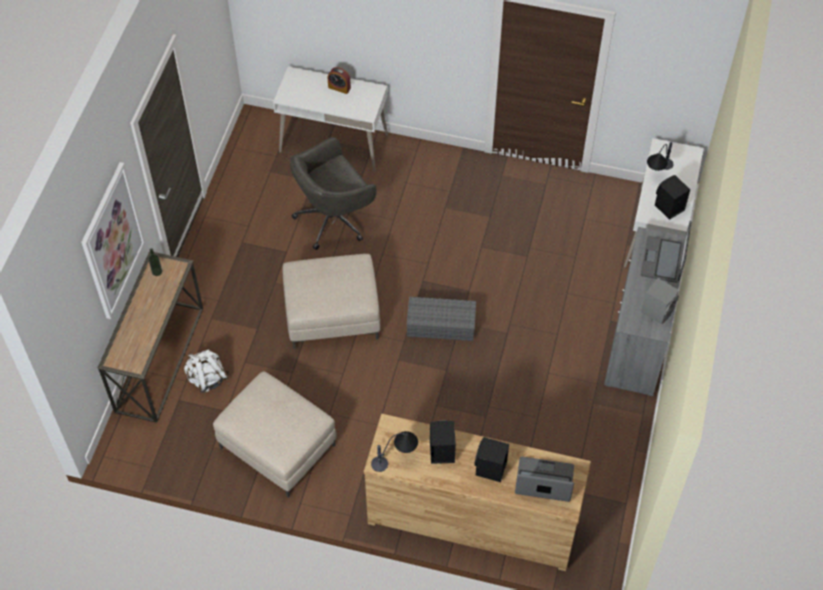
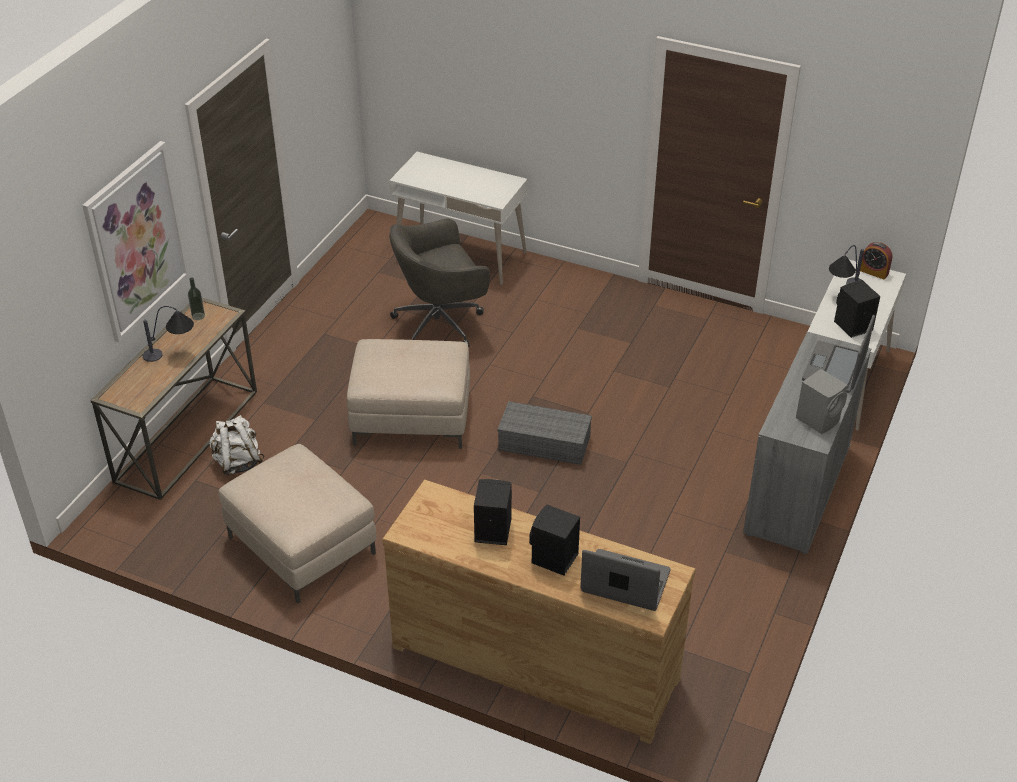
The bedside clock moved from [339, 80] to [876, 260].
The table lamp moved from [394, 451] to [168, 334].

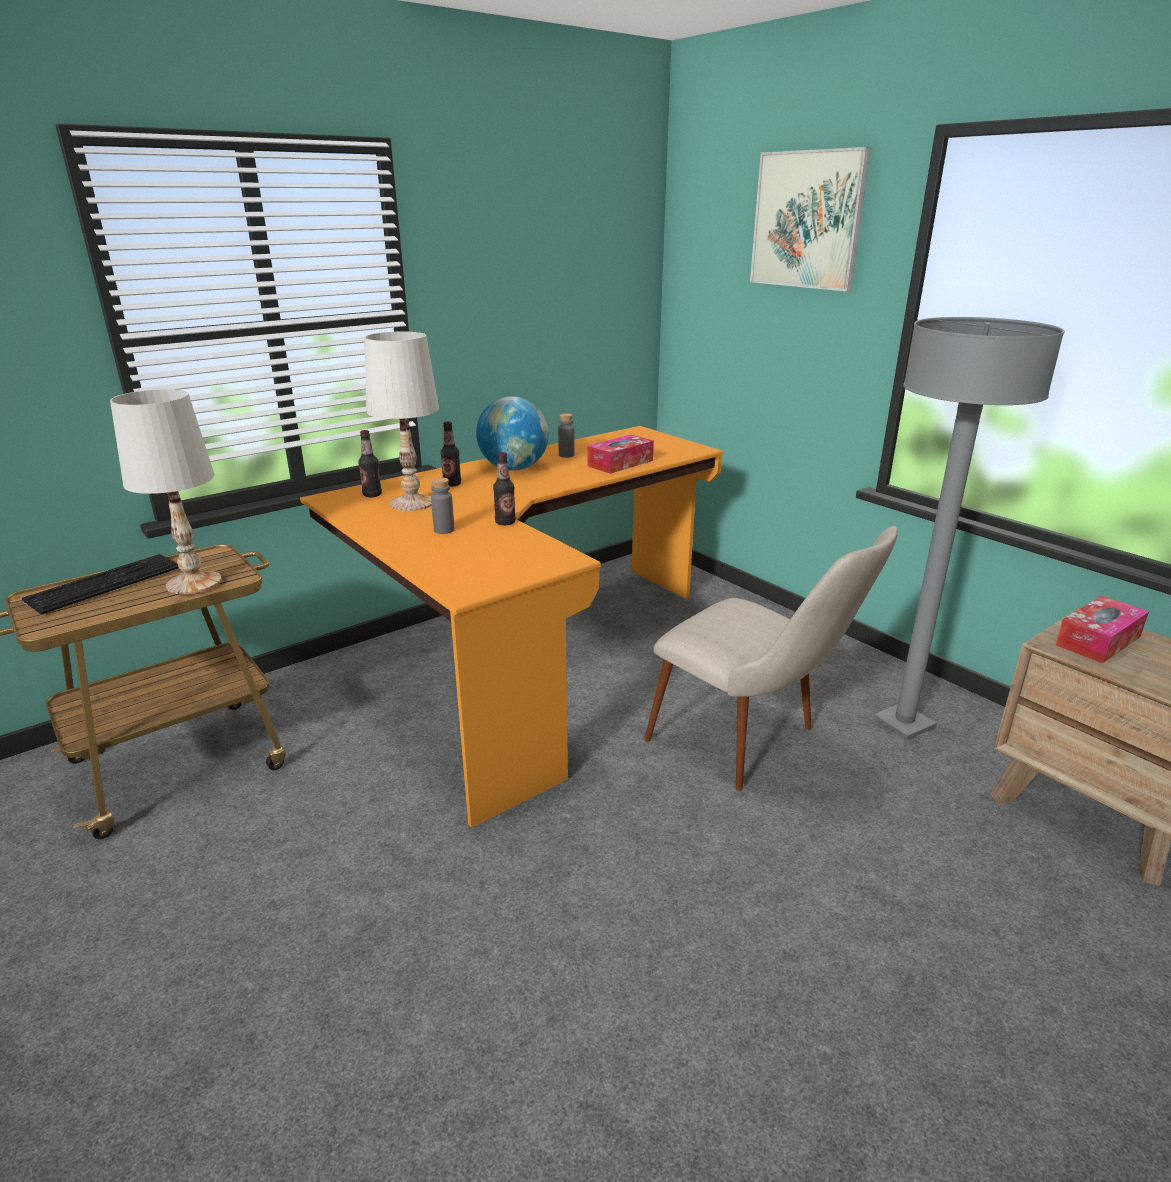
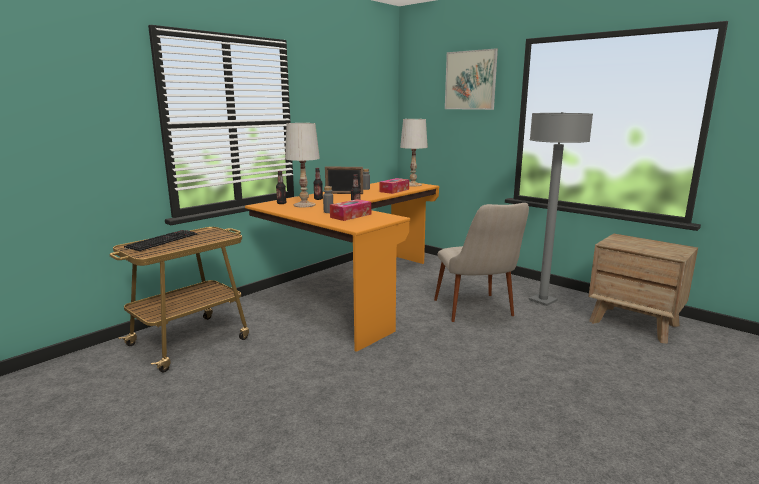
The table lamp (white-coloured) moved from [166, 491] to [414, 153].
The tissue holder moved from [1102, 629] to [350, 210].
The globe at [512, 433] was replaced by the photo frame at [344, 180].
The plain chair (beige) at [771, 658] turned 45 degrees clockwise.

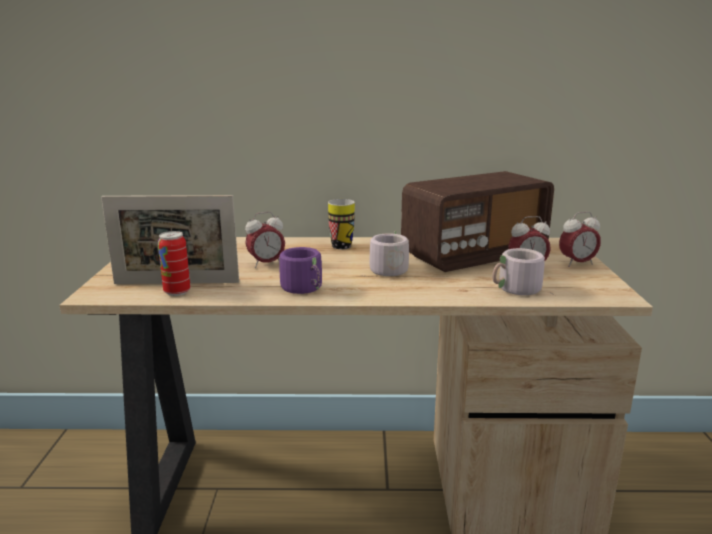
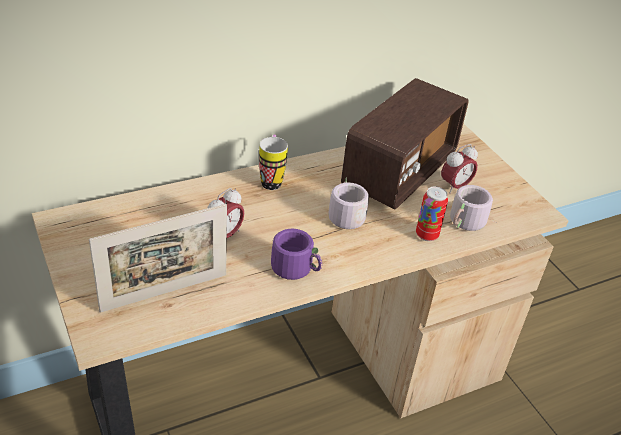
The bedside clock at [580, 239] disappeared.
The sealed can moved from [174, 263] to [432, 213].

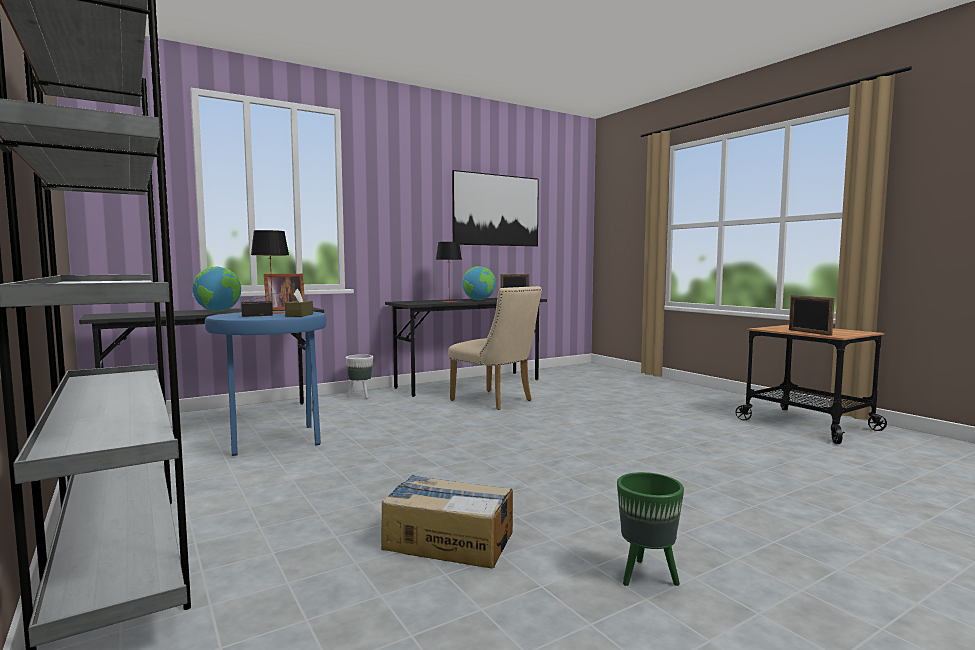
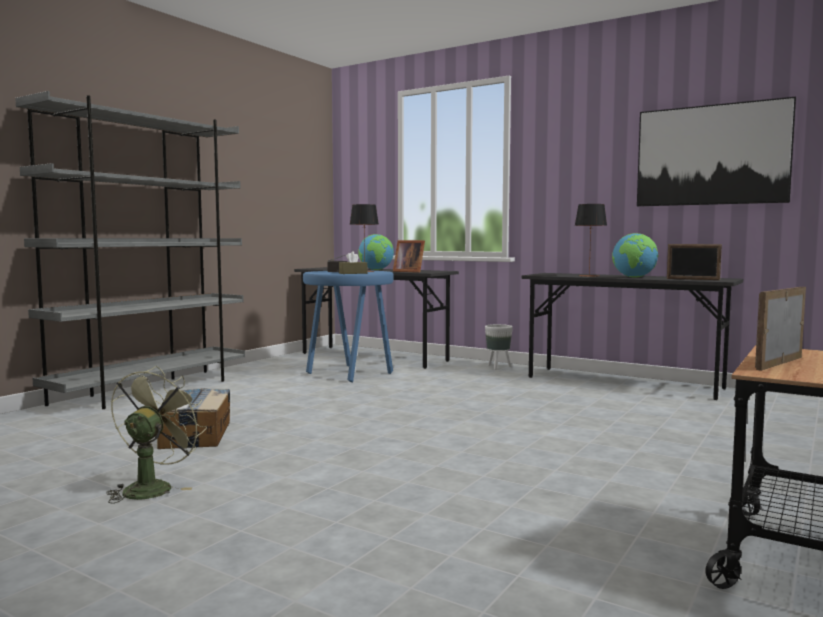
The plain chair (beige) at [495, 348] disappeared.
The flower pot (greenish) at [650, 529] was replaced by the cooling fan (greenish) at [156, 435].

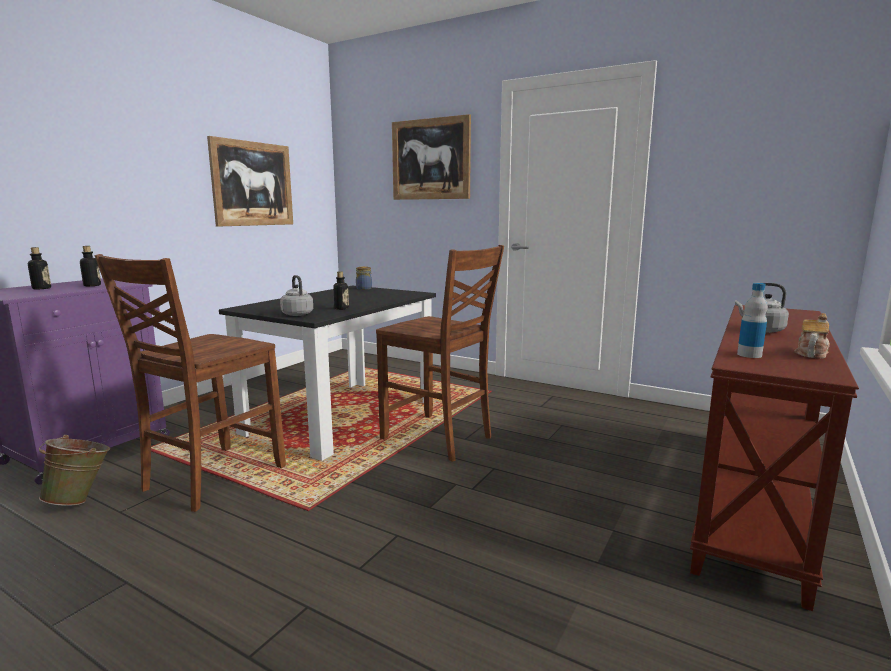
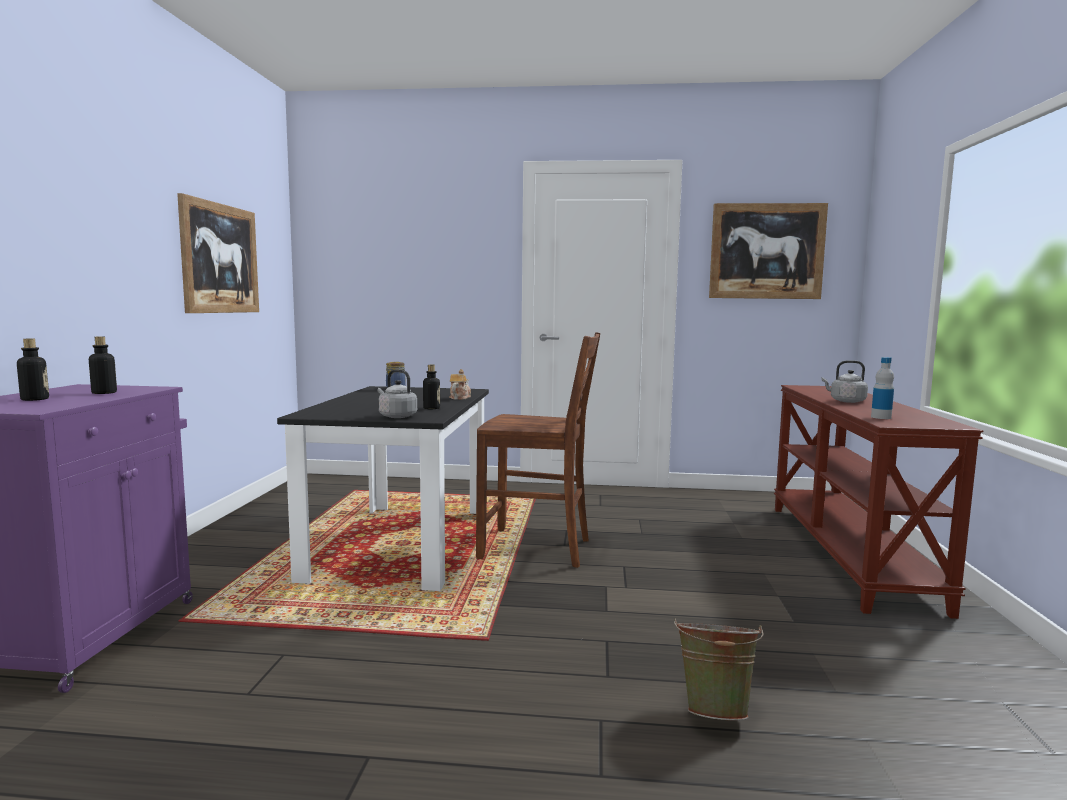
The plain chair (brown-coloured) at [190, 383] disappeared.
The bucket (greenish) moved from [74, 470] to [719, 670].
The wall picture moved from [431, 157] to [768, 251].
The tea pot moved from [812, 336] to [460, 384].

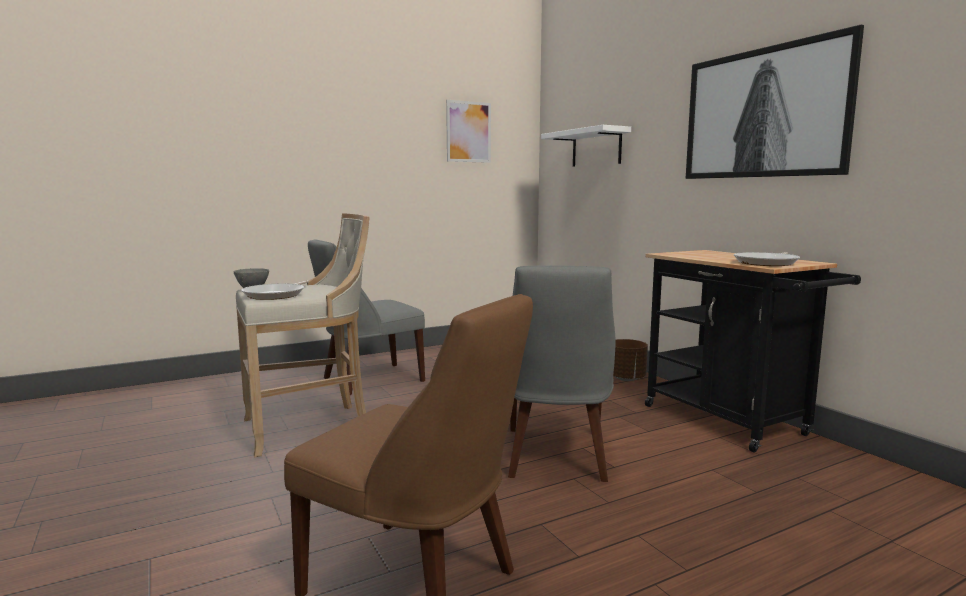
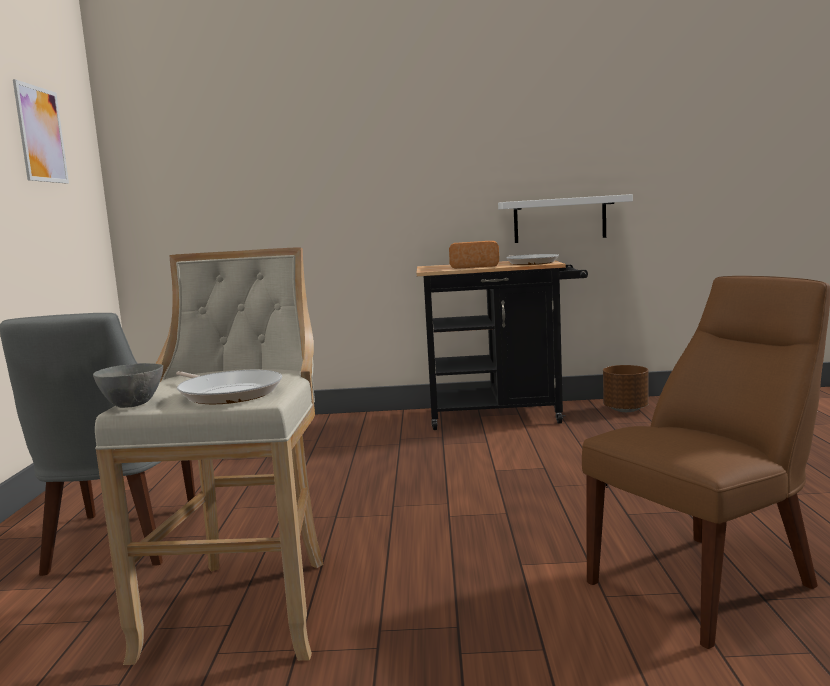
The plain chair (gray) at [562, 374] disappeared.
The wall picture at [775, 101] disappeared.
The bakery bread at [474, 255] appeared.
The bracket shelf (white-coloured) moved from [586, 146] to [565, 218].
The flower pot (brown-coloured) moved from [630, 360] to [626, 388].

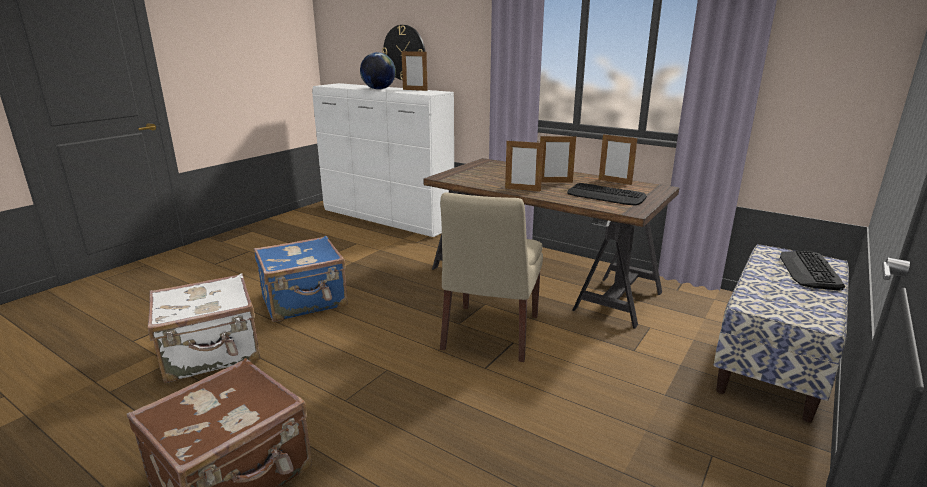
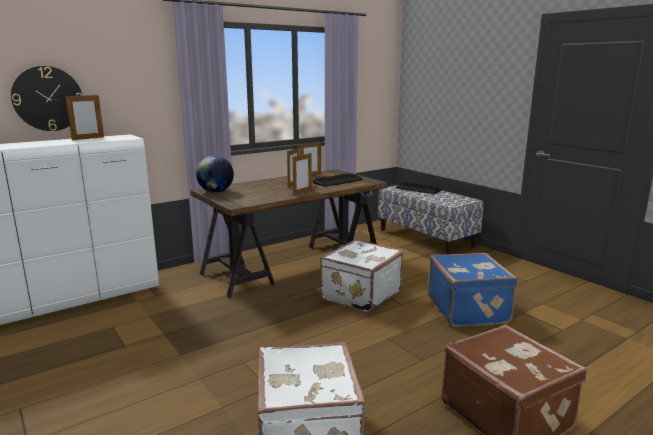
The piece of luggage (blue) moved from [301, 279] to [473, 290].
The globe moved from [378, 71] to [215, 174].
The plain chair (beige) at [491, 277] was replaced by the piece of luggage (white-coloured) at [361, 276].

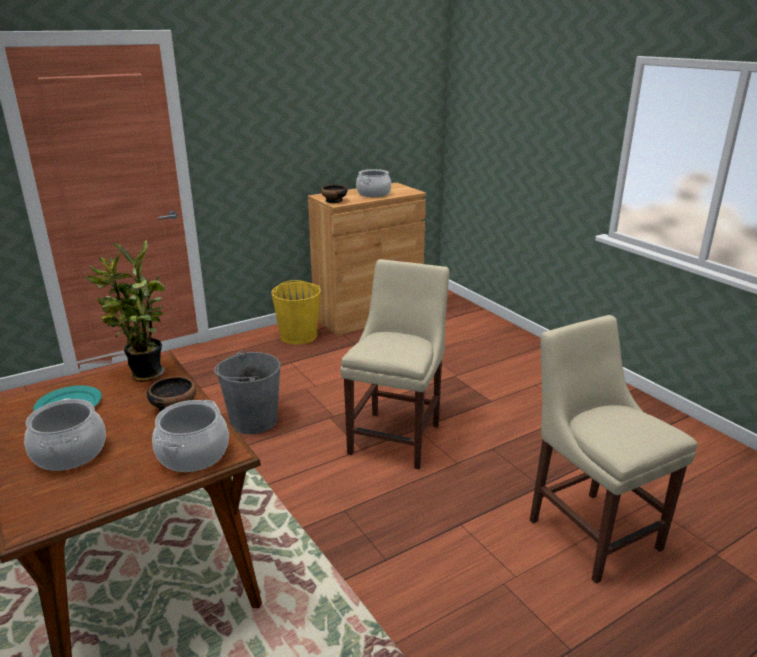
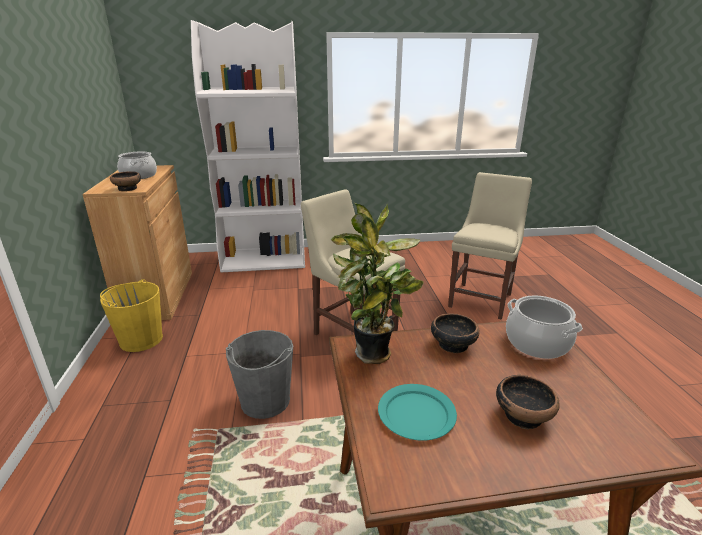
The bookcase (white-coloured) at [248, 146] appeared.
The stockpot at [65, 434] was replaced by the bowl at [528, 402].
The plain chair (beige) at [613, 449] turned 120 degrees clockwise.

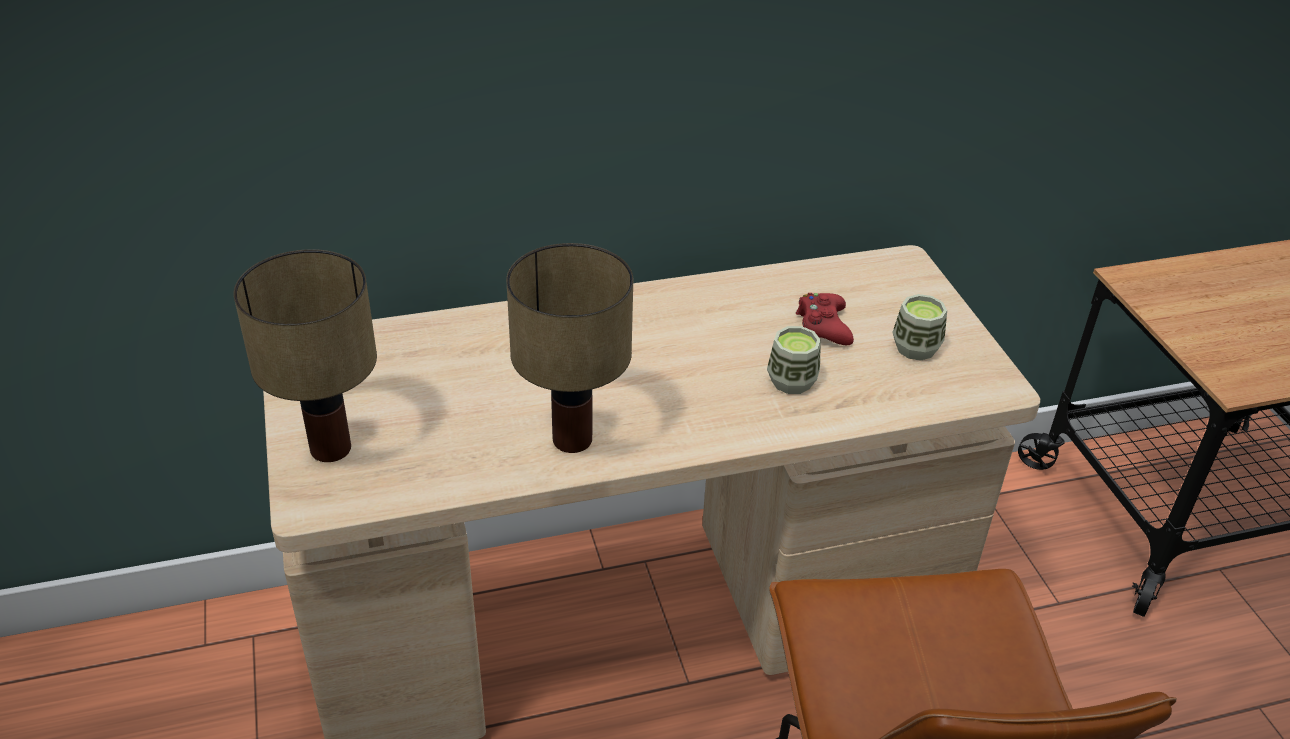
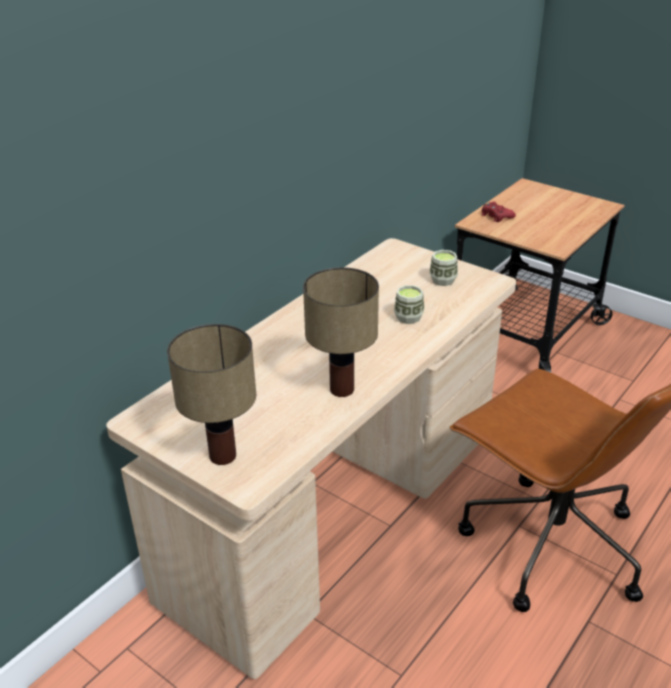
The gamepad (red-coloured) moved from [825, 319] to [499, 212].

